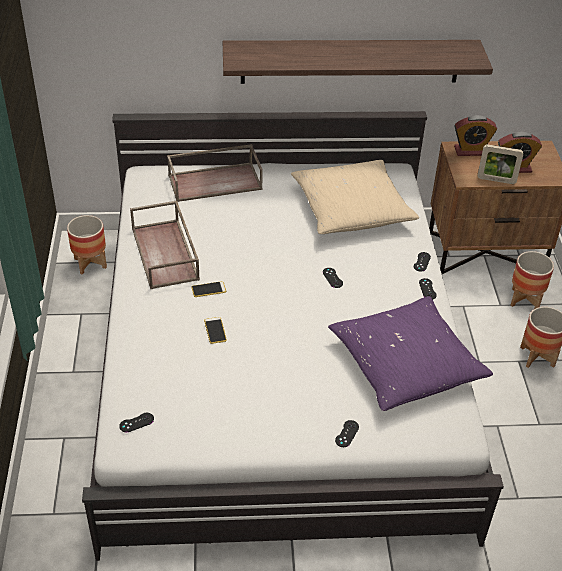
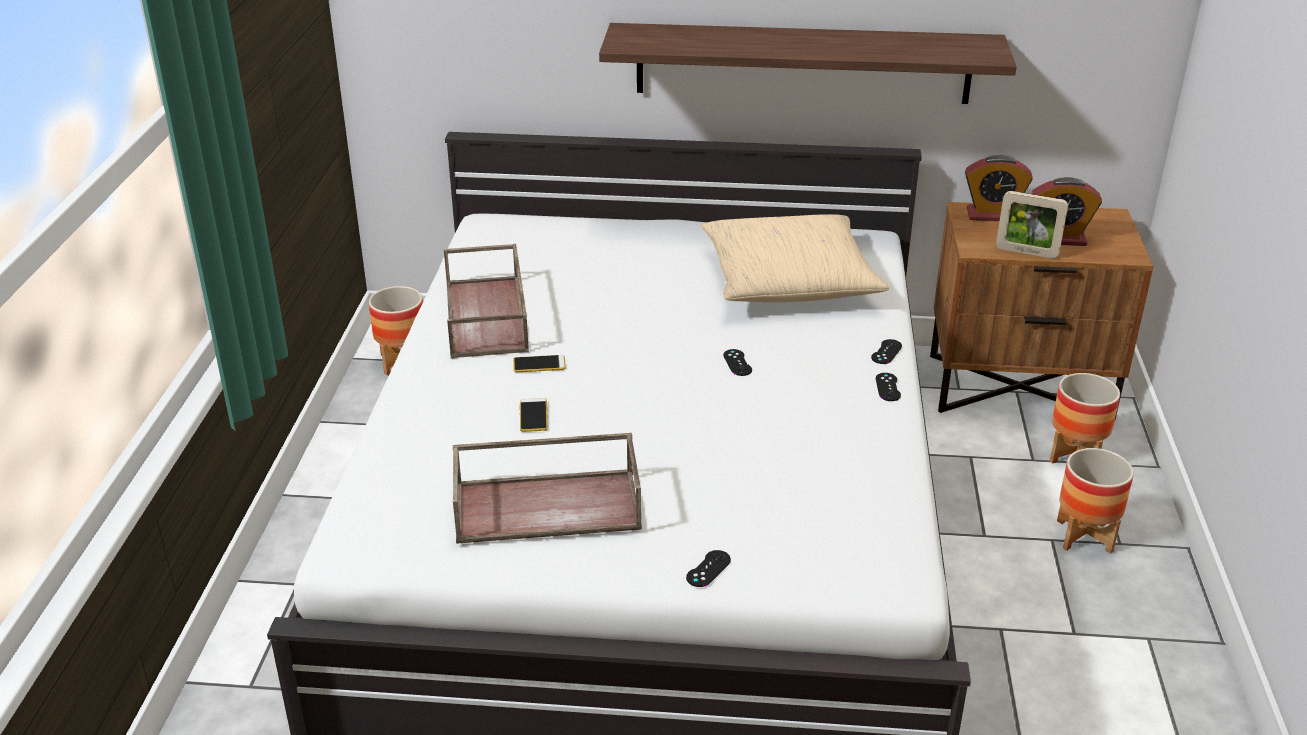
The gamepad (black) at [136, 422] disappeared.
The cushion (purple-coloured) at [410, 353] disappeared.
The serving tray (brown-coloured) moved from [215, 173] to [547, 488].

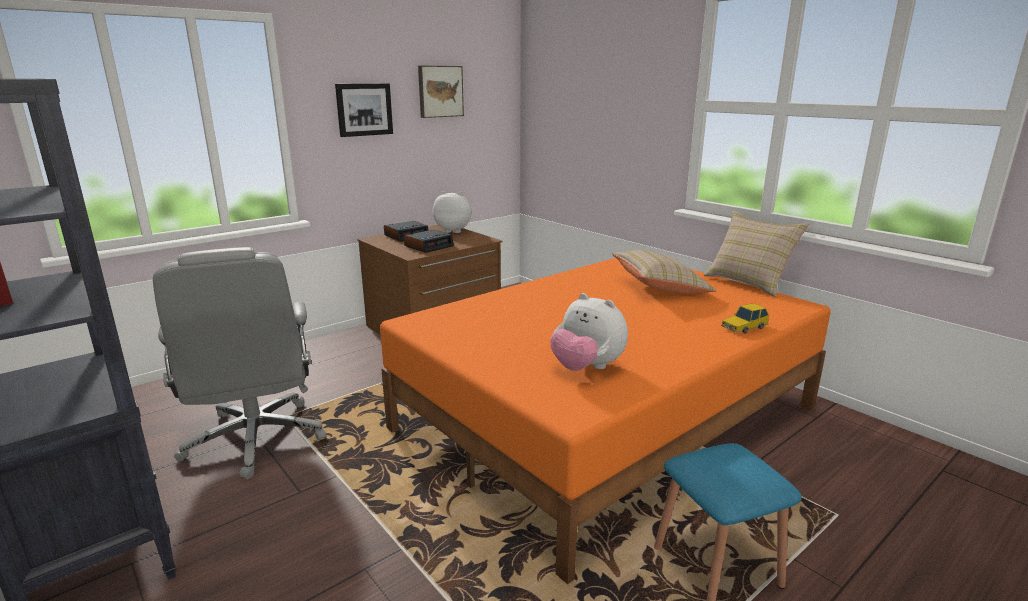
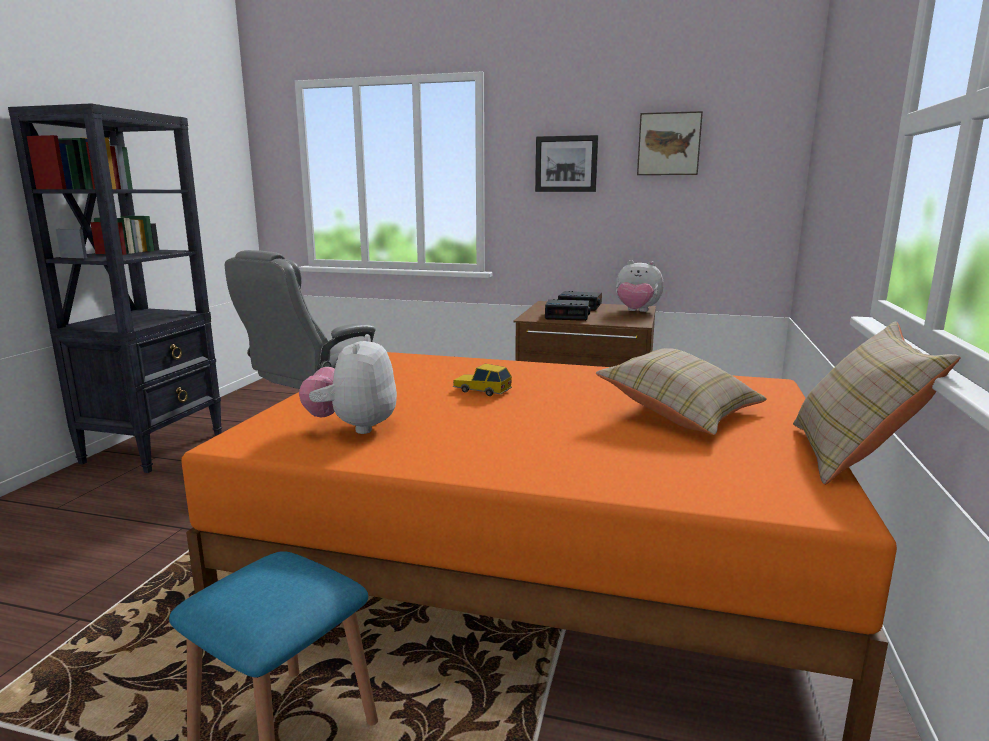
The toy car moved from [745, 318] to [482, 380].
The soft toy at [452, 212] turned 135 degrees clockwise.

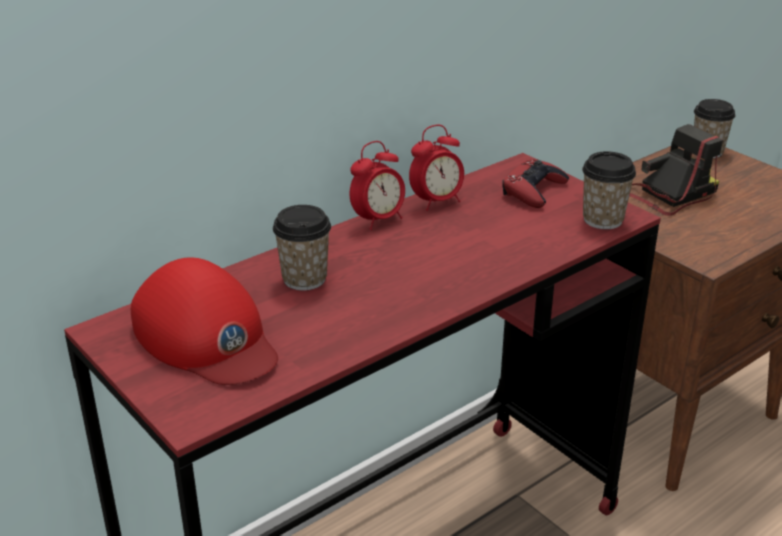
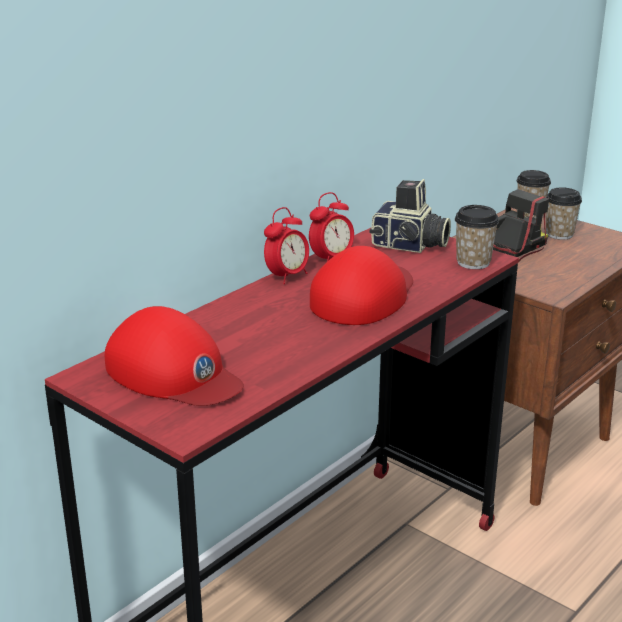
The baseball cap (red-coloured) at [361, 285] appeared.
The cup moved from [302, 247] to [564, 213].
The gamepad (red-coloured) at [535, 183] was replaced by the photo camera at [410, 216].

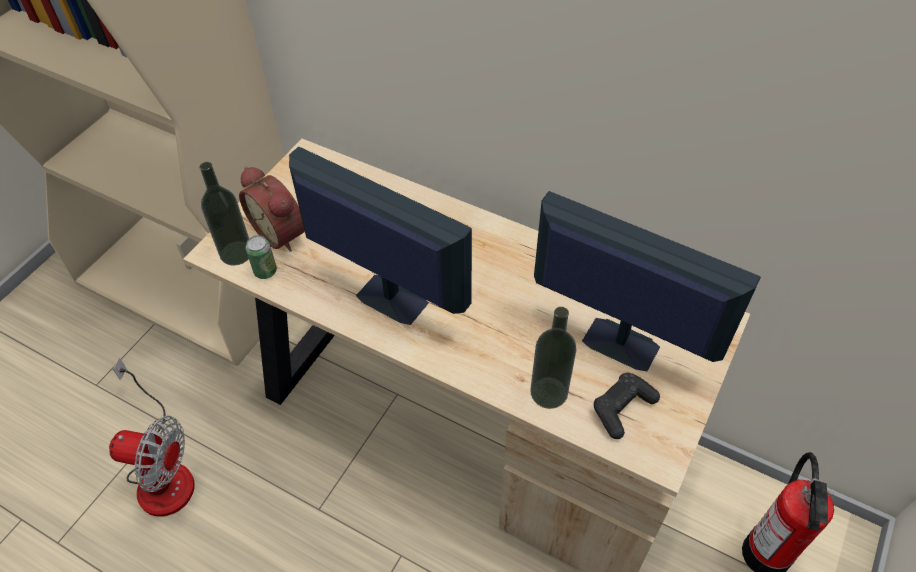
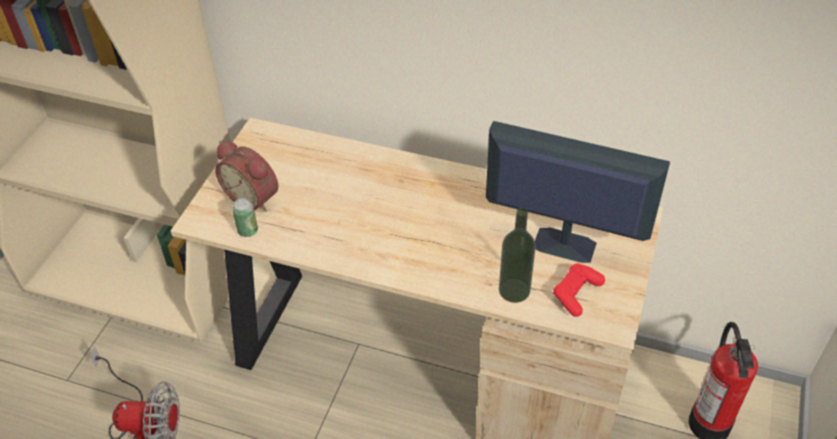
The drink bottle at [224, 213] disappeared.
The monitor at [380, 235] disappeared.
The gamepad (black) at [627, 406] became the gamepad (red-coloured) at [579, 290].

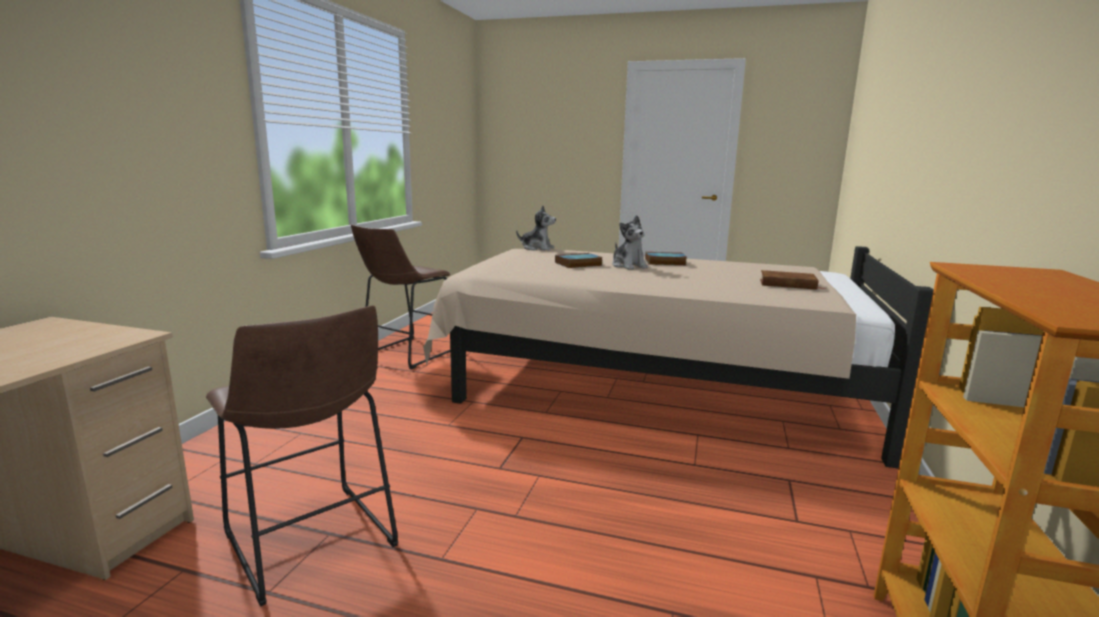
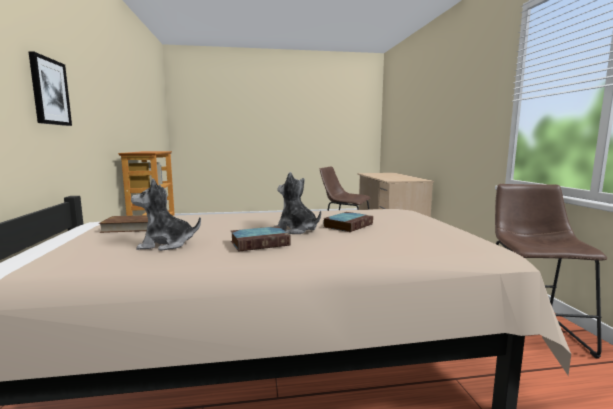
The wall picture at [50, 88] appeared.
The soft toy moved from [536, 228] to [166, 214].

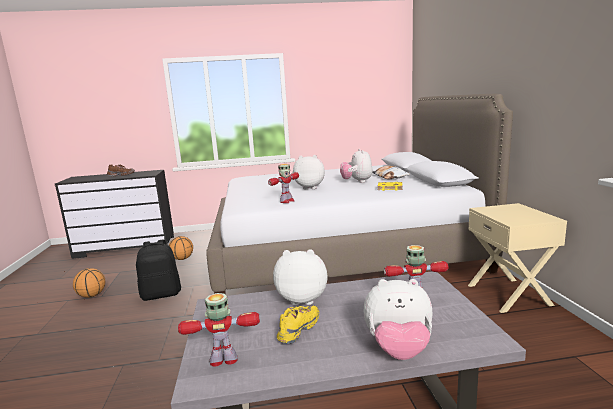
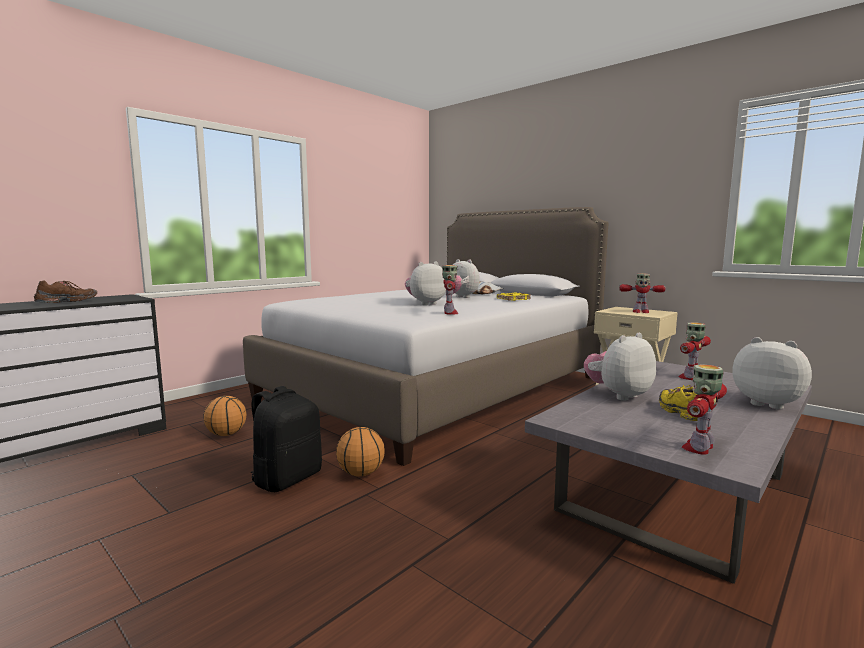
The toy robot at [642, 293] appeared.
The basketball moved from [89, 283] to [360, 452].
The soft toy at [398, 319] turned 105 degrees counterclockwise.

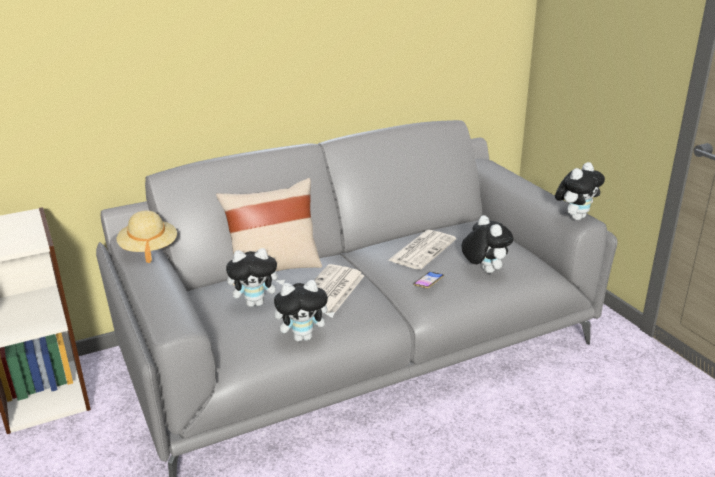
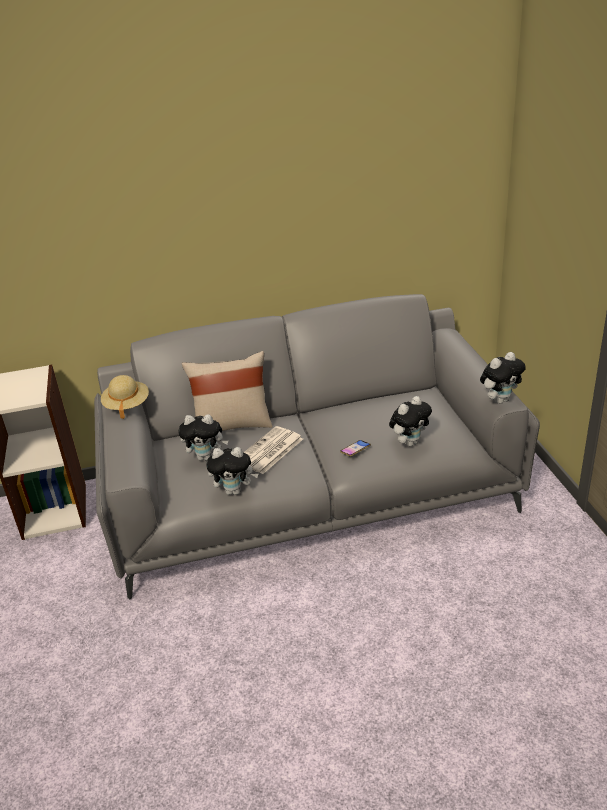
The daily paper at [421, 250] disappeared.
The soft toy at [487, 244] turned 60 degrees clockwise.

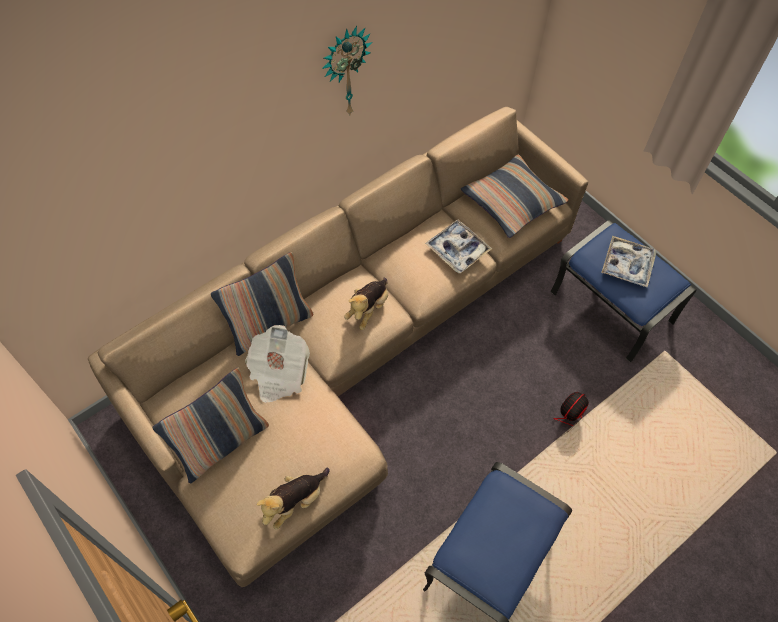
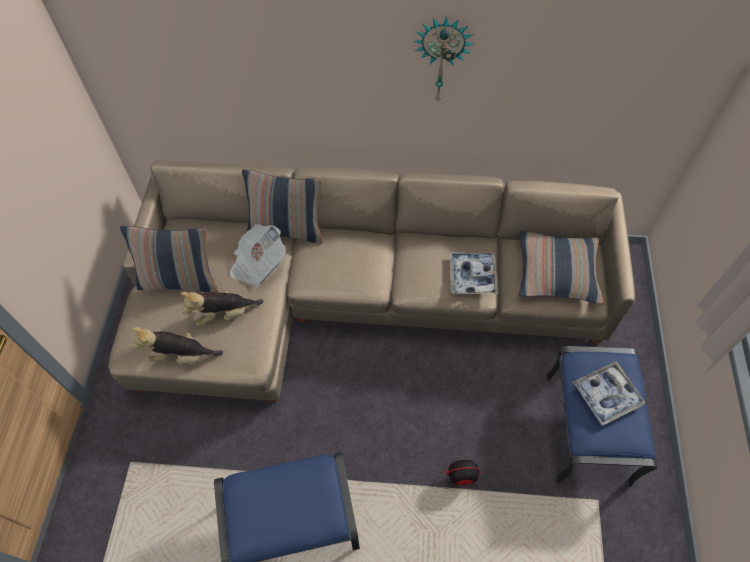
The soft toy moved from [366, 303] to [221, 308].

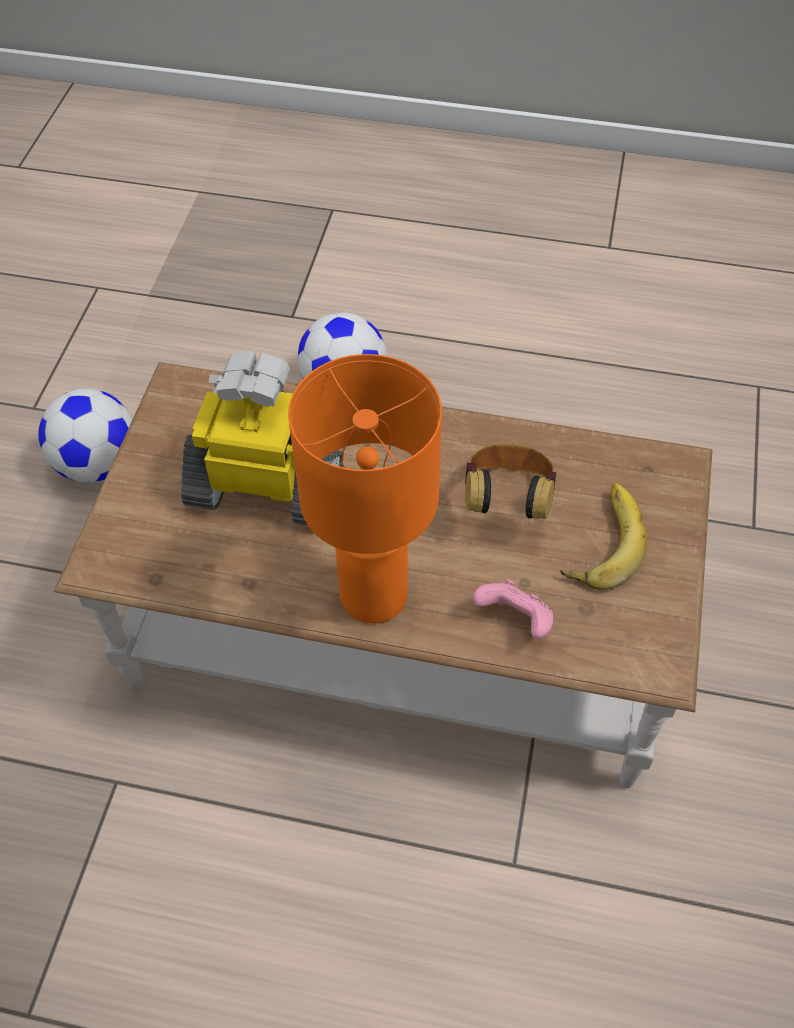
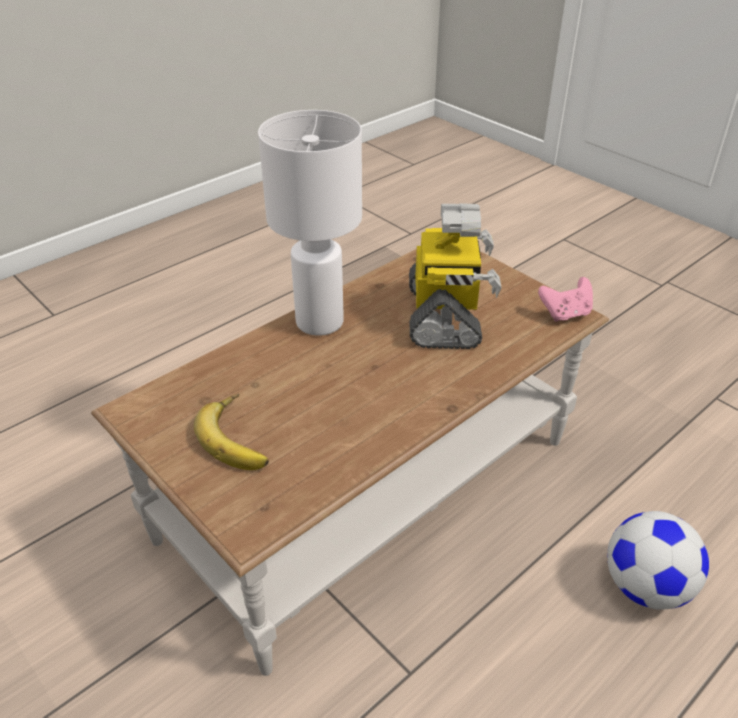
The ball for football at [85, 435] disappeared.
The headphones at [510, 481] disappeared.
The gamepad (pinkish) moved from [513, 609] to [565, 299].
The table lamp (orange-coloured) at [365, 489] became the table lamp (white-coloured) at [310, 223].
The toy robot at [262, 438] turned 45 degrees counterclockwise.

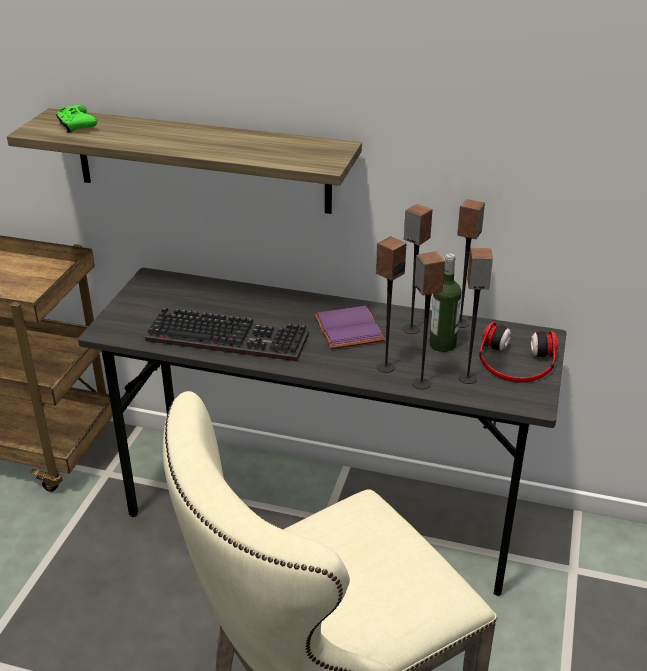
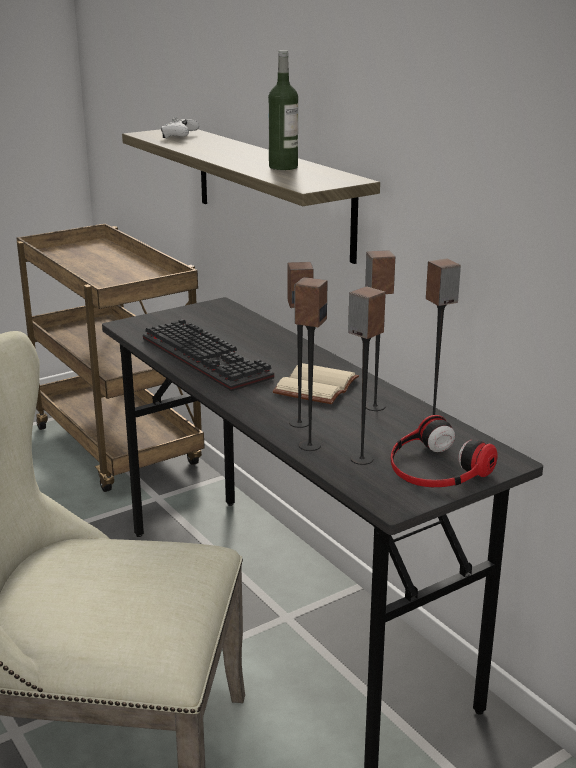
The drink bottle moved from [445, 303] to [283, 110].
The gamepad (greenish) at [76, 119] became the gamepad (white-coloured) at [180, 128].
The bound book (purple-coloured) at [349, 327] became the bound book (beige) at [315, 383].

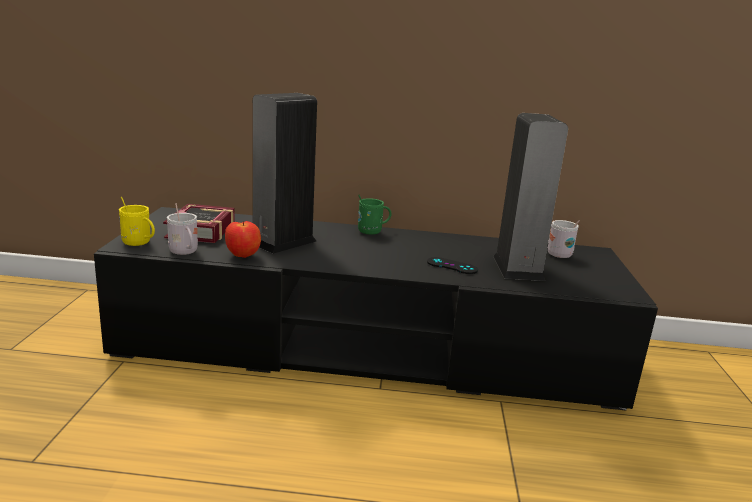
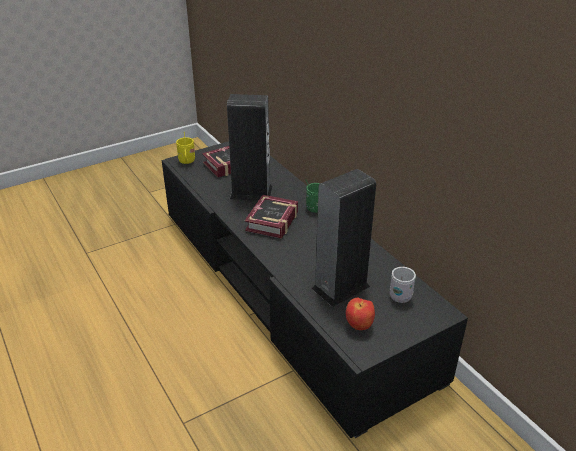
The mug (white-coloured) at [182, 229] disappeared.
The gamepad (black) at [452, 265] disappeared.
The bound book at [271, 217] appeared.
The whole apple moved from [243, 239] to [360, 314].

